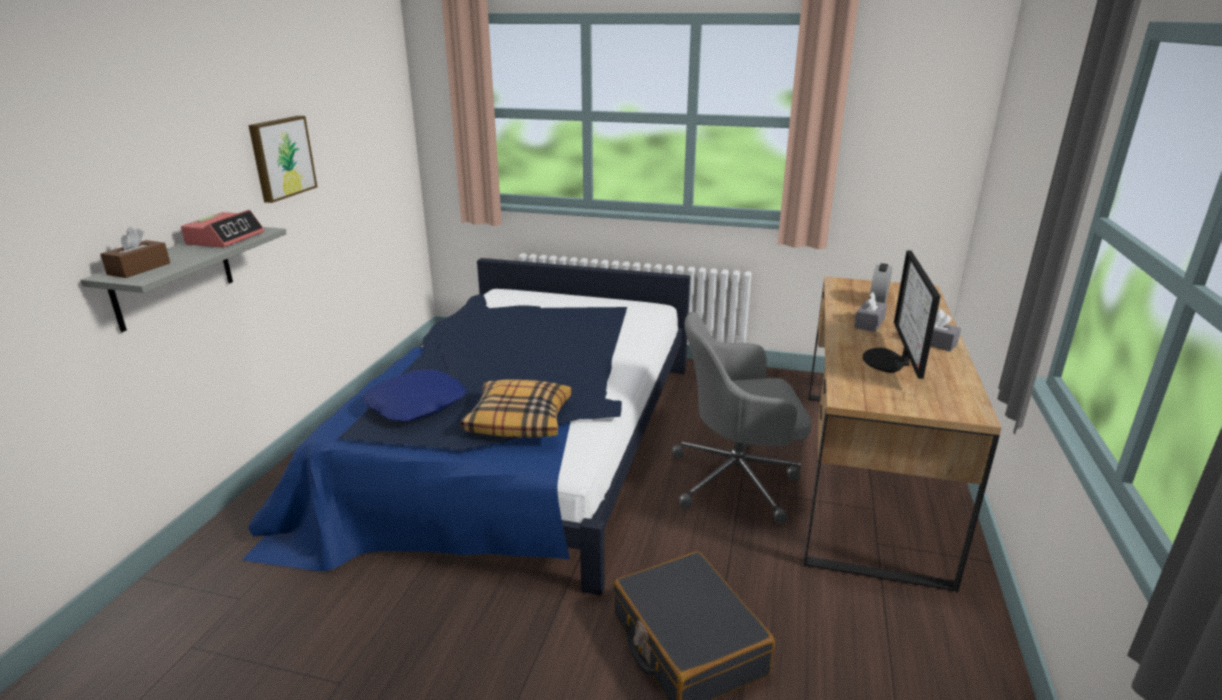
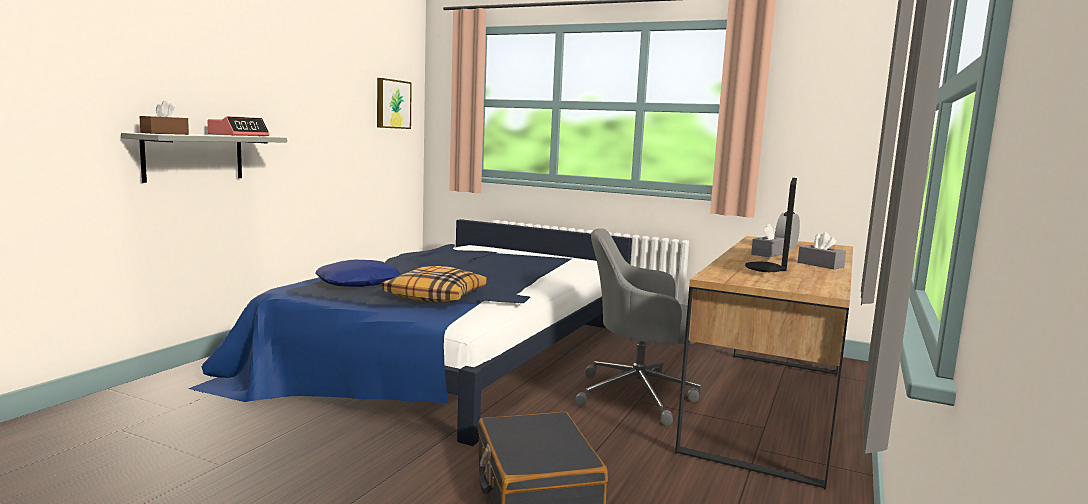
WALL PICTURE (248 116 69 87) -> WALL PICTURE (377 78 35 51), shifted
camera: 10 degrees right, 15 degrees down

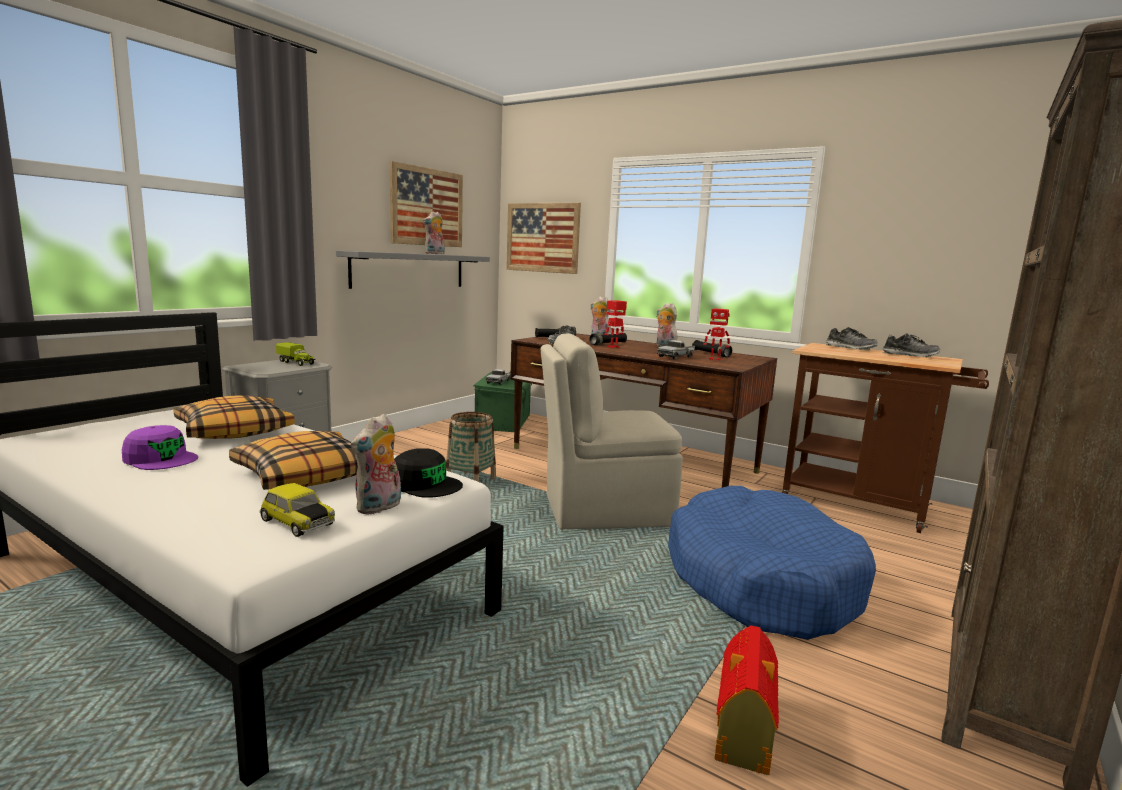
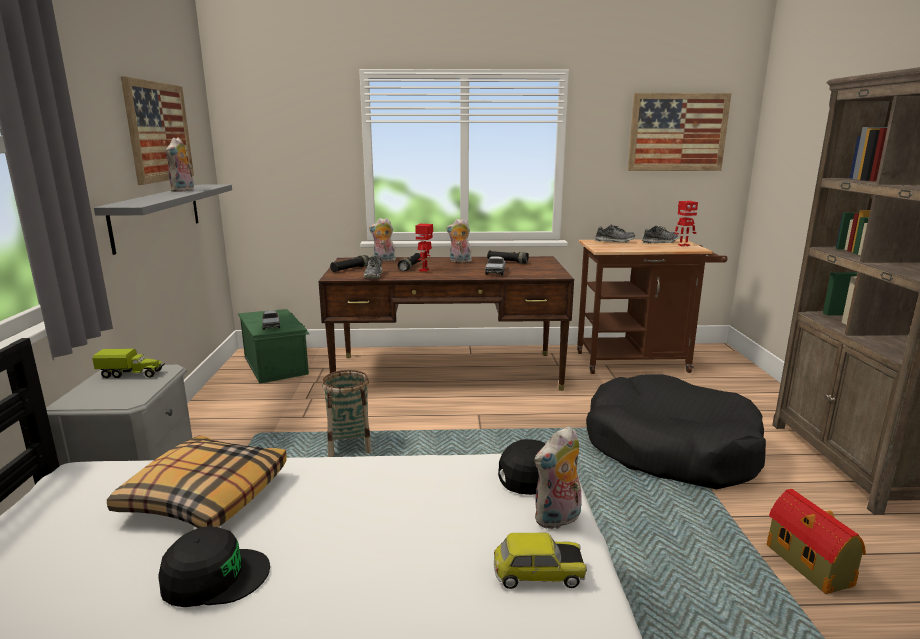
THROW PILLOW (229 431 128 59) -> none
BEIGE UPRIGHT CHAIR (541 333 142 196) -> none
WALL PICTURE (506 203 75 71) -> WALL PICTURE (628 93 103 78), shifted
MODEL ROBOT (703 308 27 53) -> MODEL ROBOT (675 201 23 45), shifted
PURPLE-COLOURED BASEBALL CAP (122 425 76 45) -> BLACK-COLOURED BASEBALL CAP (158 526 112 81)
BLUE-COLOURED DOG BED (668 486 208 154) -> BLACK-COLOURED DOG BED (586 374 180 115)
SOFT TOY (351 414 50 101) -> SOFT TOY (534 426 48 104), 60 degrees clockwise
camera: 35 degrees left, 5 degrees up

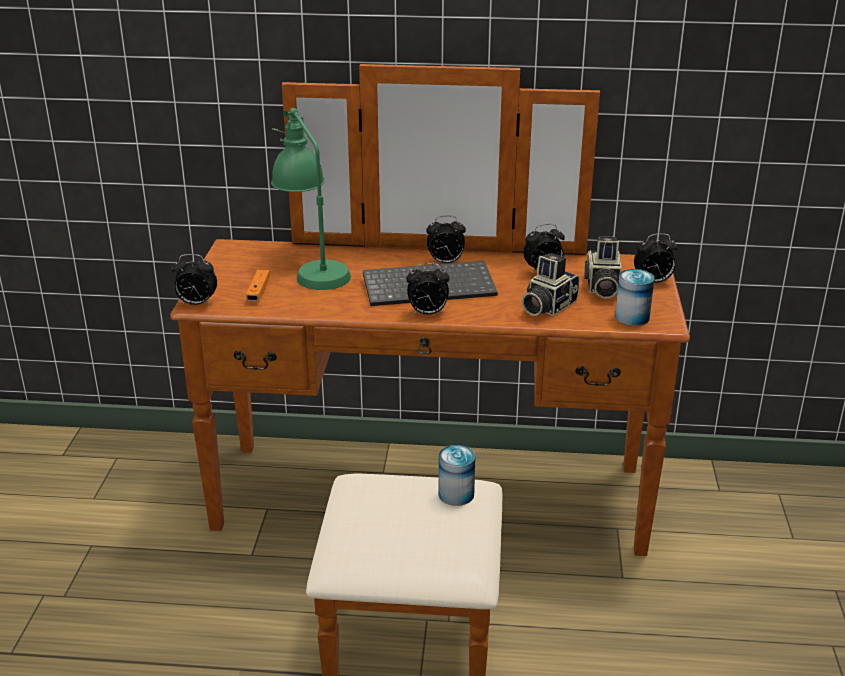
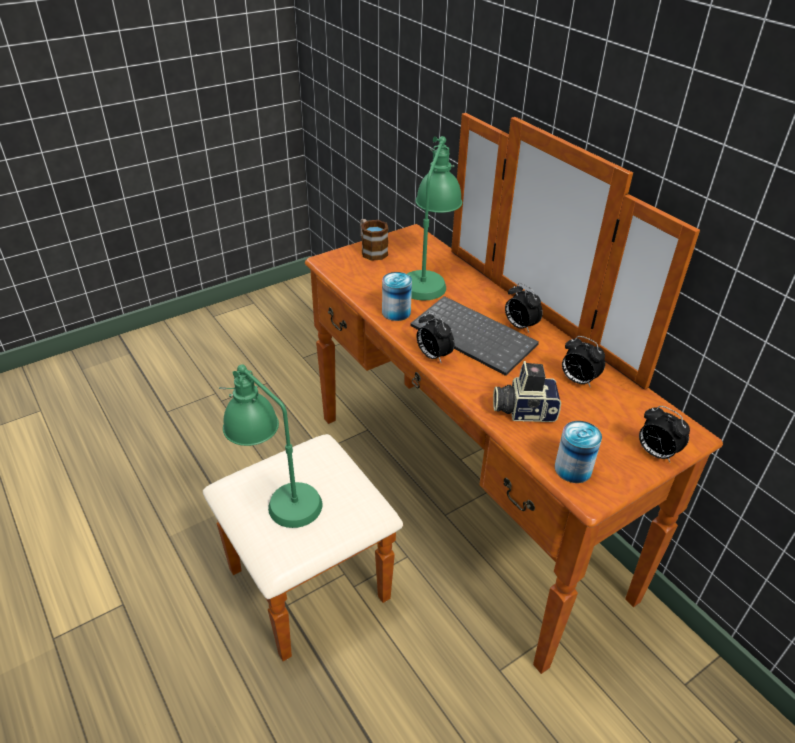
ALARM CLOCK (171 254 46 51) -> none
ORANGE GAMEPAD (246 270 24 31) -> none
PHOTO CAMERA (584 236 38 63) -> none
none -> GREEN TABLE LAMP (219 364 103 164)
none -> MUG (360 219 28 42)
SEALED CAN (438 445 38 61) -> SEALED CAN (382 272 30 49), shifted
camera: 50 degrees right, 10 degrees up

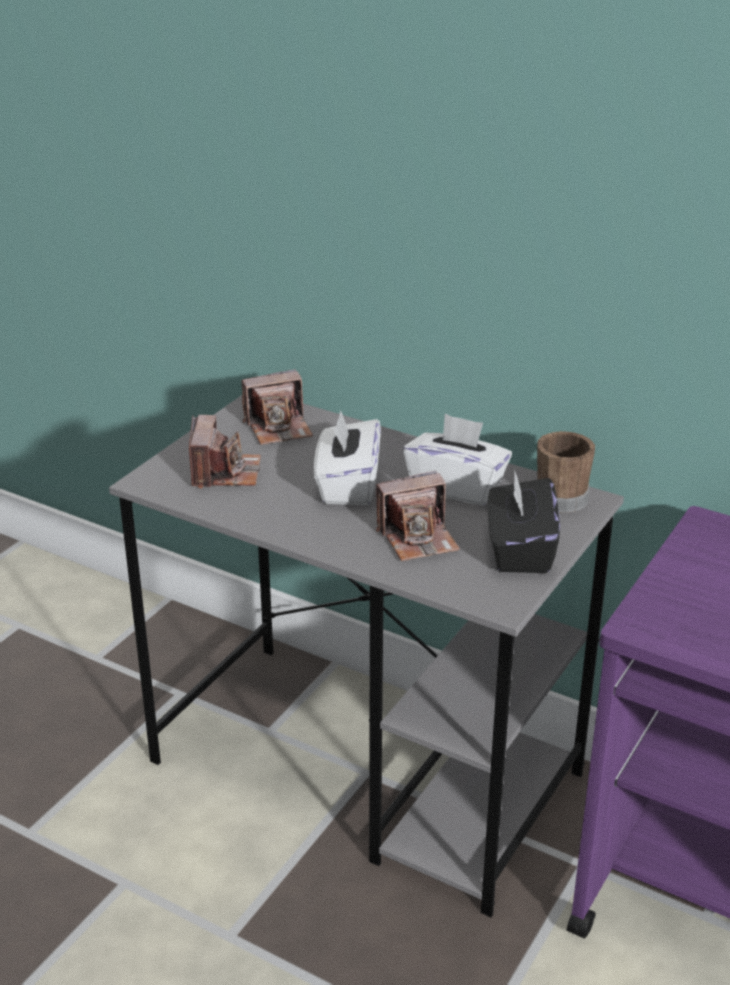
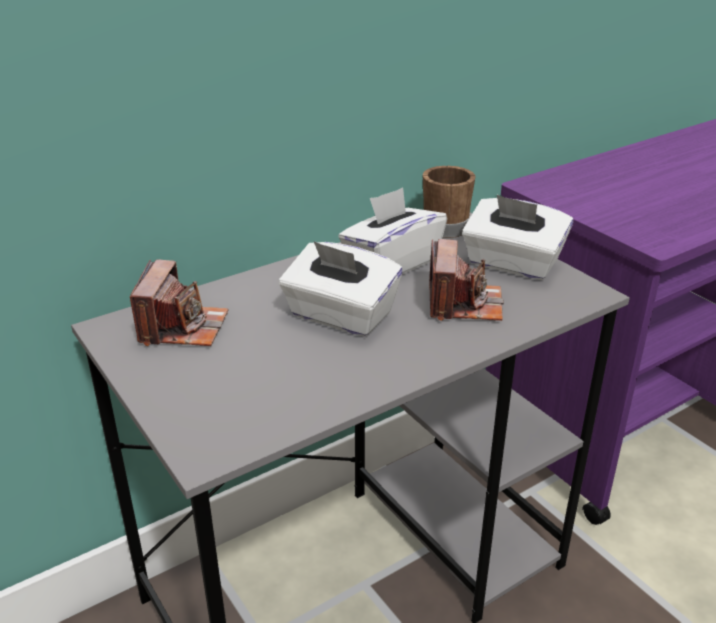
PHOTO CAMERA (189 415 72 74) -> none
BLACK-COLOURED TISSUE BOX (488 472 72 101) -> WHITISH TISSUE BOX (462 195 111 85)
camera: 65 degrees left, 0 degrees up

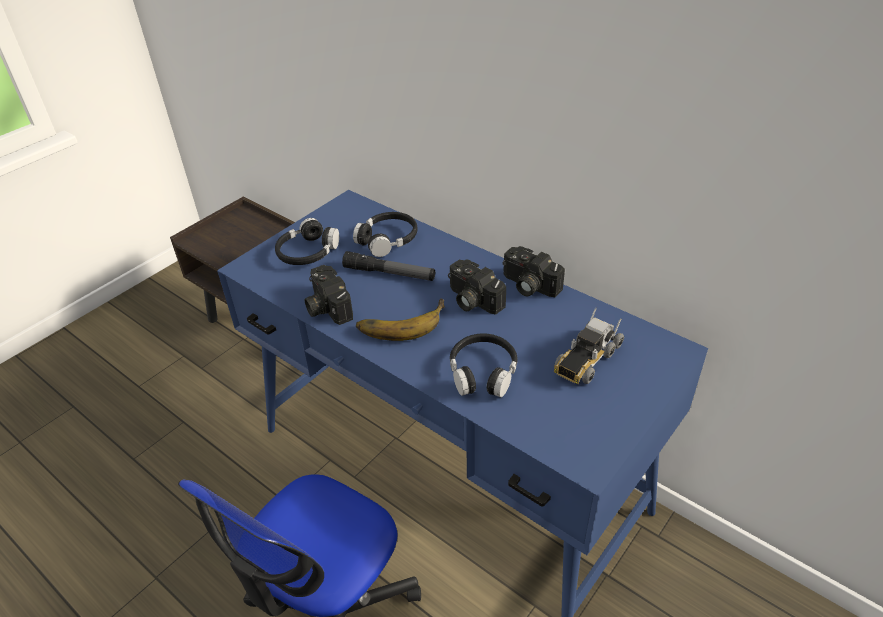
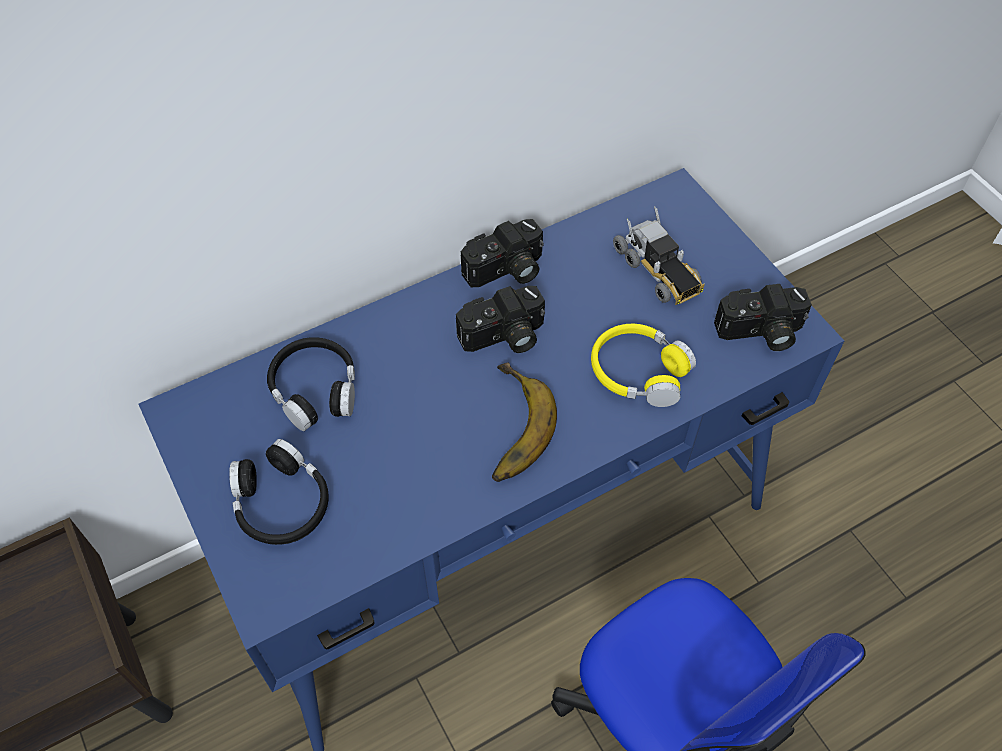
TORCH (342 251 93 30) -> none
PHOTO CAMERA (304 265 49 60) -> PHOTO CAMERA (714 284 98 67), shifted
BLACK-COLOURED HEADPHONES (450 334 68 63) -> YELLOW HEADPHONES (591 324 105 83)
camera: 70 degrees left, 15 degrees up

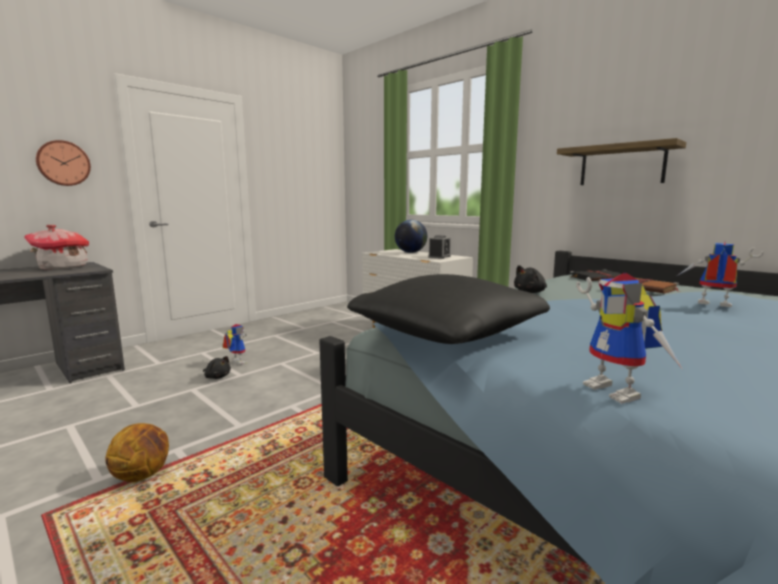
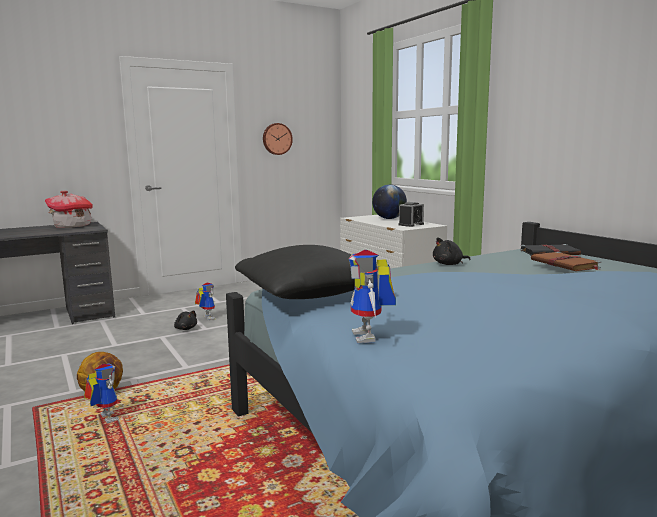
WALL SHELF (557 138 129 47) -> none
WALL CLOCK (36 140 55 46) -> WALL CLOCK (263 123 30 32), shifted
MODEL ROBOT (677 242 87 65) -> MODEL ROBOT (84 363 35 61), shifted
camera: 15 degrees right, 0 degrees up

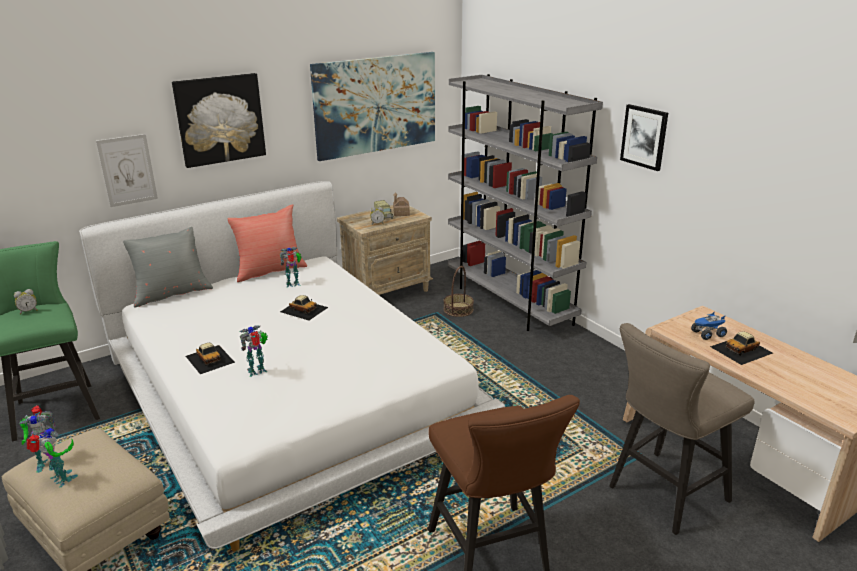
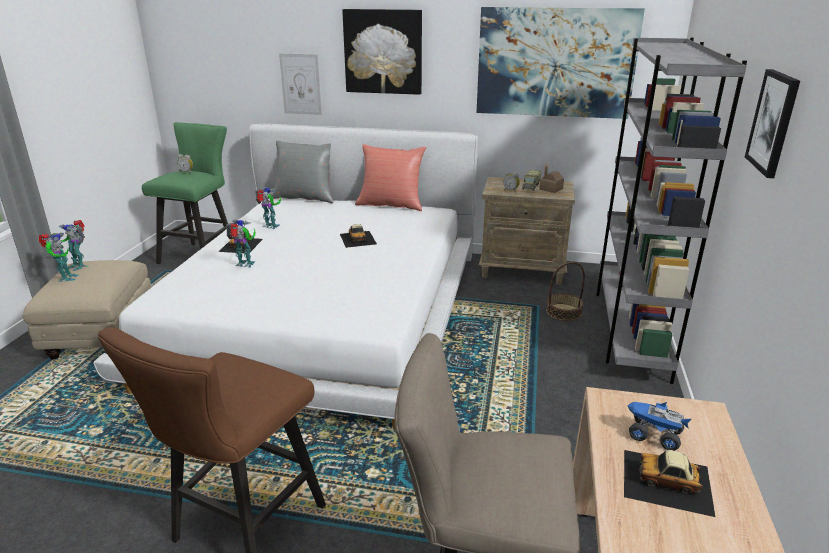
MODEL ROBOT (280 247 22 40) -> MODEL ROBOT (255 187 26 42), shifted
camera: 45 degrees right, 0 degrees up

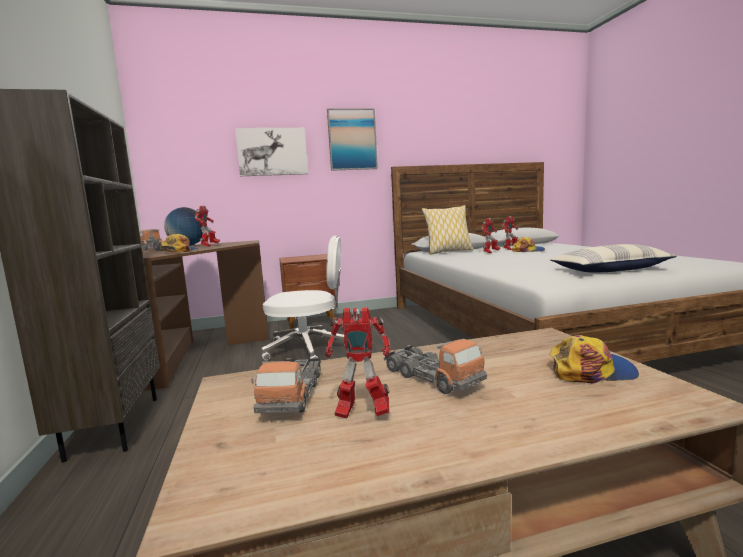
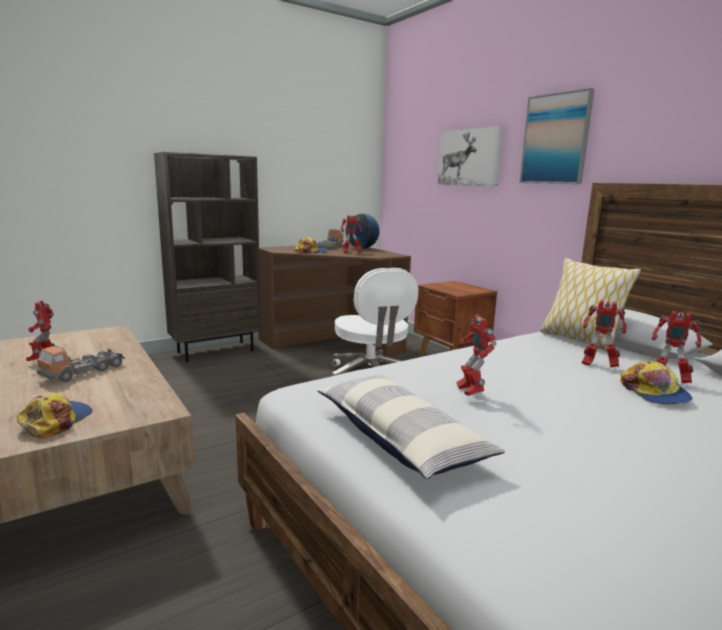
TOY LORRY (251 357 70 56) -> none
none -> MODEL ROBOT (457 315 40 81)
BASEBALL CAP (549 335 90 48) -> BASEBALL CAP (17 393 75 45), 150 degrees counterclockwise
camera: 70 degrees right, 5 degrees up

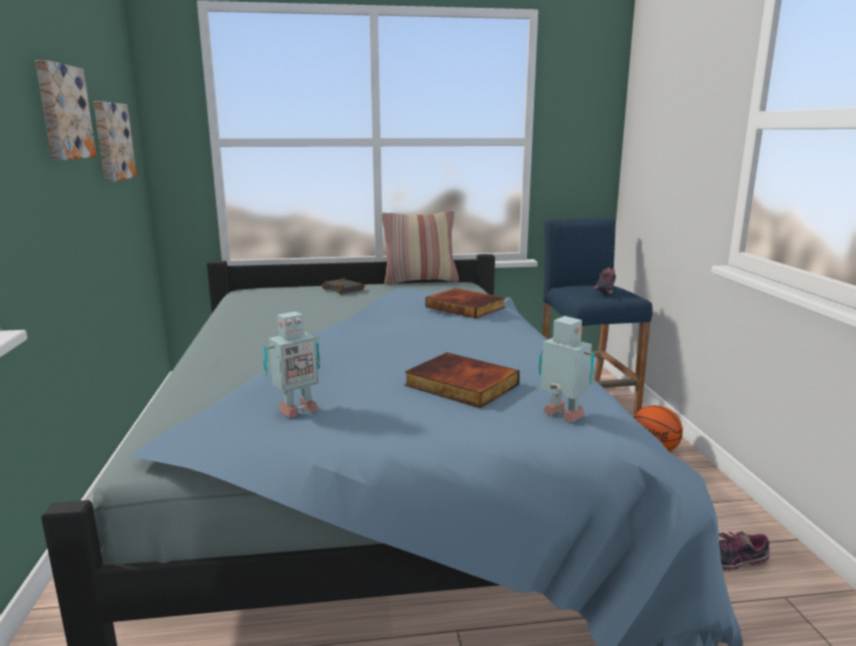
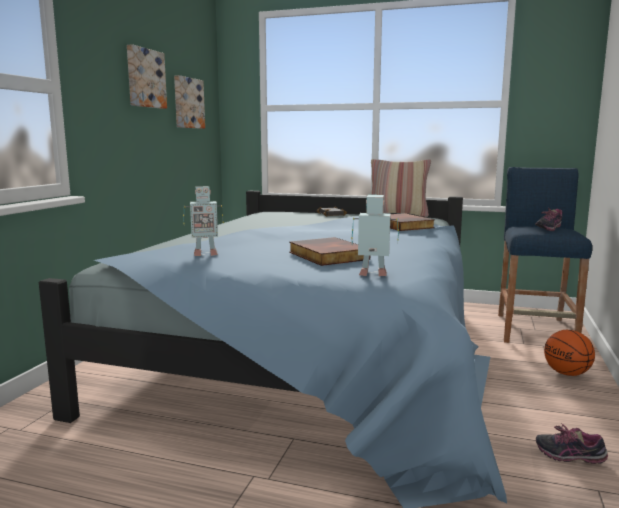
MODEL ROBOT (539 316 56 106) -> MODEL ROBOT (351 195 48 81), 60 degrees counterclockwise
camera: 25 degrees right, 5 degrees down

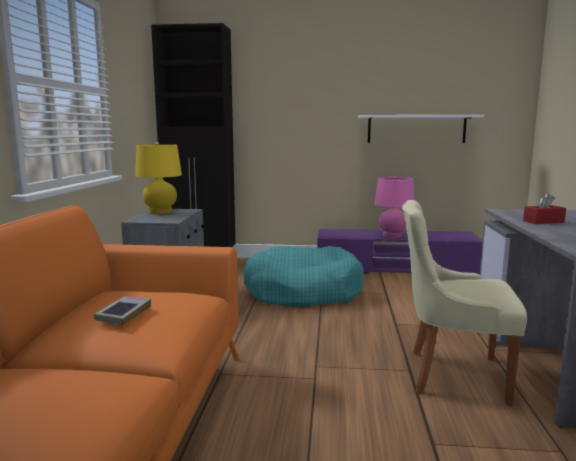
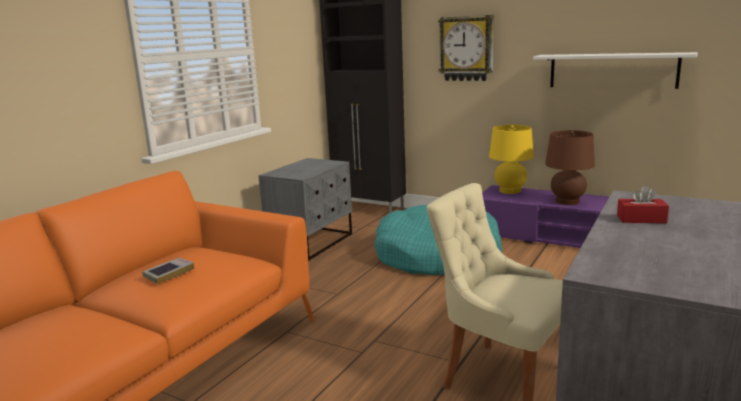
none -> WALL CLOCK (438 15 56 66)
YELLOW TABLE LAMP (135 142 47 72) -> YELLOW TABLE LAMP (489 125 45 69), shifted
PINKISH TABLE LAMP (374 176 40 62) -> BROWN TABLE LAMP (545 130 50 75)
camera: 25 degrees right, 5 degrees up

